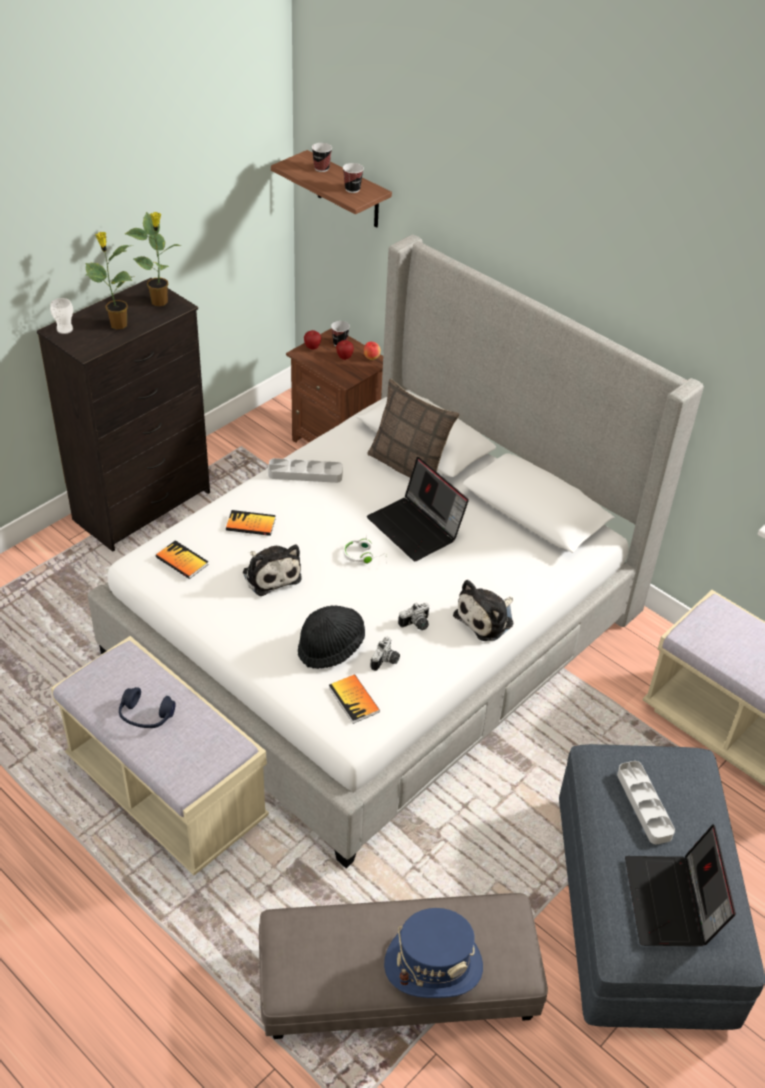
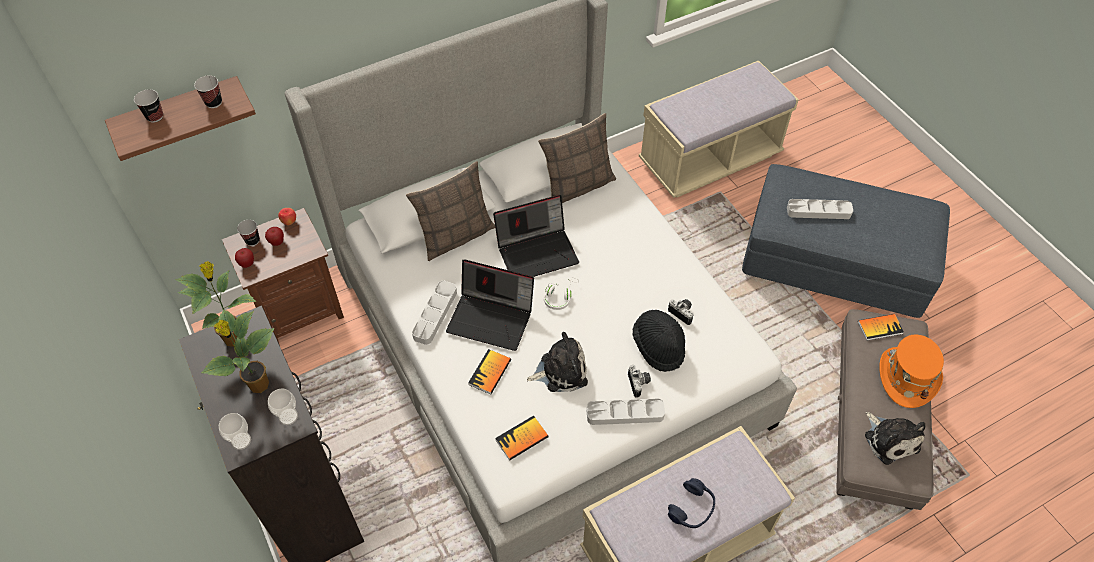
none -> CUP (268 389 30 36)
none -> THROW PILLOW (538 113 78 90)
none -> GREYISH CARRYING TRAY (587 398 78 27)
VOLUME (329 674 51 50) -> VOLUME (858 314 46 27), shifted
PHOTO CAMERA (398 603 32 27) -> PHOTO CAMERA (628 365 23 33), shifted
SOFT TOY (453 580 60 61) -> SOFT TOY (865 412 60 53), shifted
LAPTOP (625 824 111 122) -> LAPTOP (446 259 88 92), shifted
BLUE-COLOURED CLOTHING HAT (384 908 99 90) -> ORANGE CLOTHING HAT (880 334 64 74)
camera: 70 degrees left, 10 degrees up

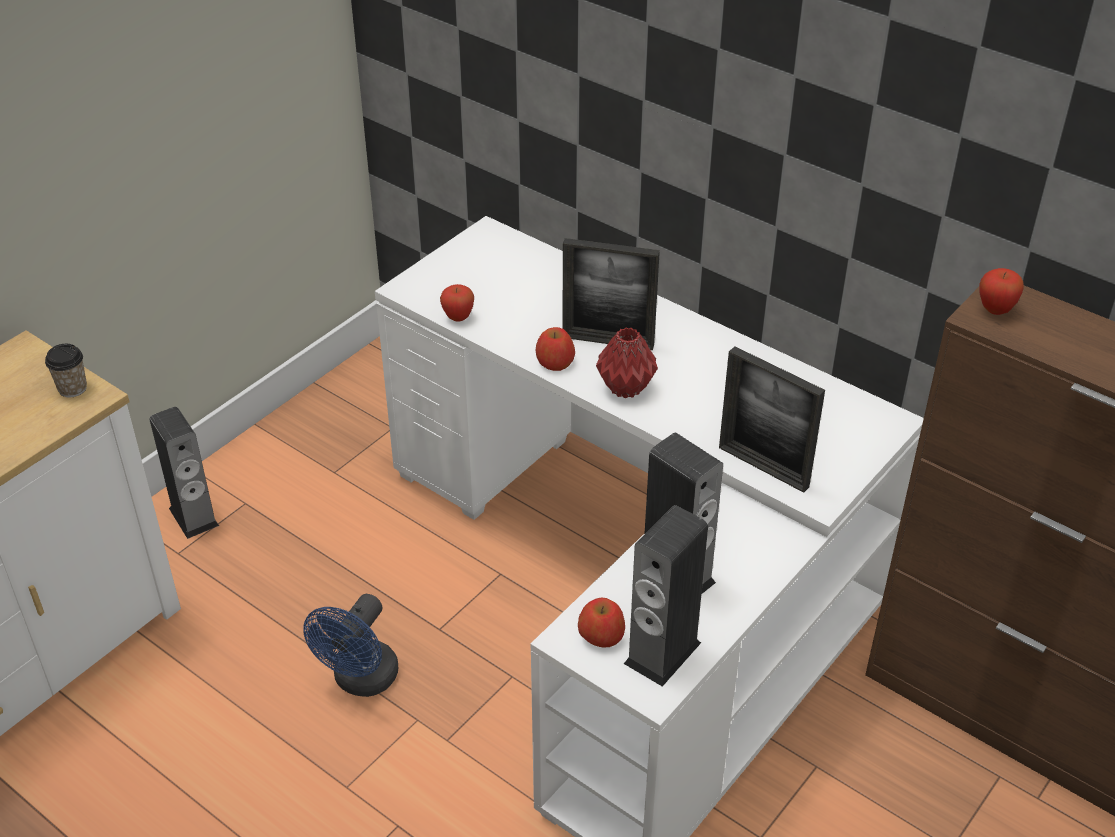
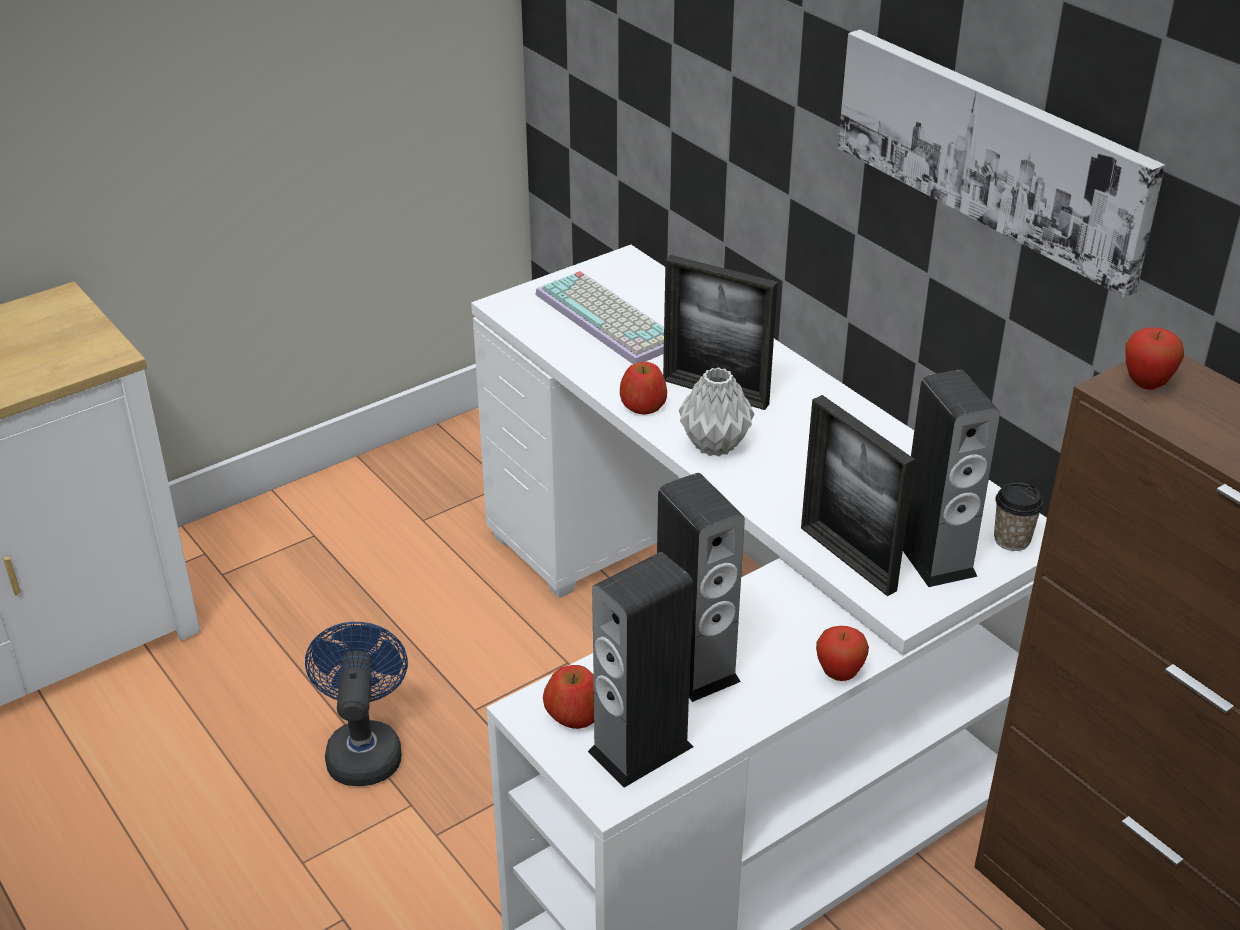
none -> COMPUTER KEYBOARD (535 271 129 93)
none -> WALL PICTURE (838 30 327 268)
CUP (45 344 42 53) -> CUP (994 482 50 69), shifted
LOUDSPEAKER (149 407 70 132) -> LOUDSPEAKER (903 369 97 218), shifted
WHOLE APPLE (440 284 34 38) -> WHOLE APPLE (816 626 53 55), shifted
REDDISH DECORATIVE VASE (596 327 62 71) -> GREYISH DECORATIVE VASE (679 367 75 90)
BLUE-COLOURED COOLING FAN (303 594 95 103) -> BLUE-COLOURED COOLING FAN (305 622 103 164), 135 degrees clockwise
camera: 15 degrees right, 5 degrees down

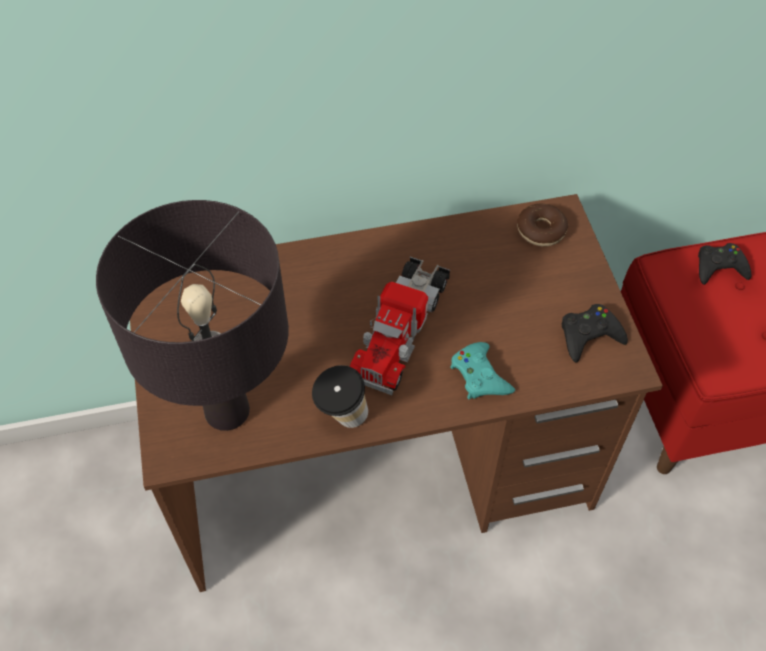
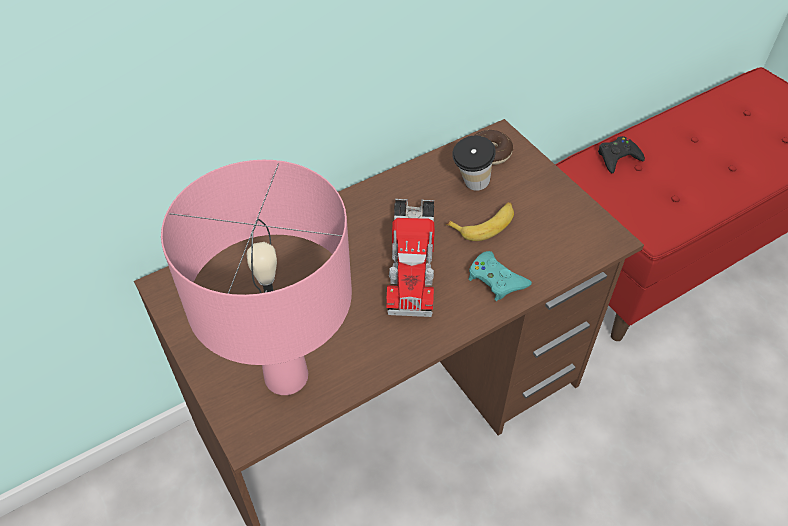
BLACK-COLOURED GAMEPAD (562 304 66 58) -> none
none -> BANANA (446 202 68 39)
CUP (312 365 56 63) -> CUP (452 135 44 56), shifted
BLACK-COLOURED TABLE LAMP (96 200 193 231) -> PINKISH TABLE LAMP (161 160 191 235)
camera: 20 degrees left, 5 degrees down

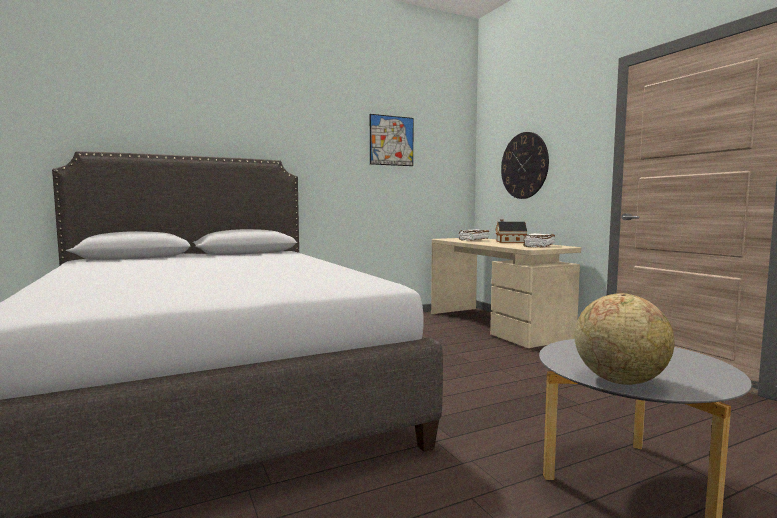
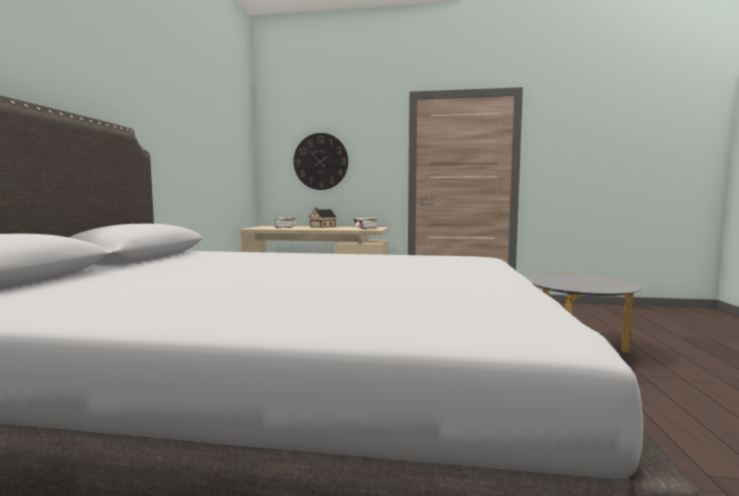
WALL PICTURE (370 114 44 52) -> none
GLOBE (574 293 101 92) -> none
camera: 55 degrees left, 0 degrees up

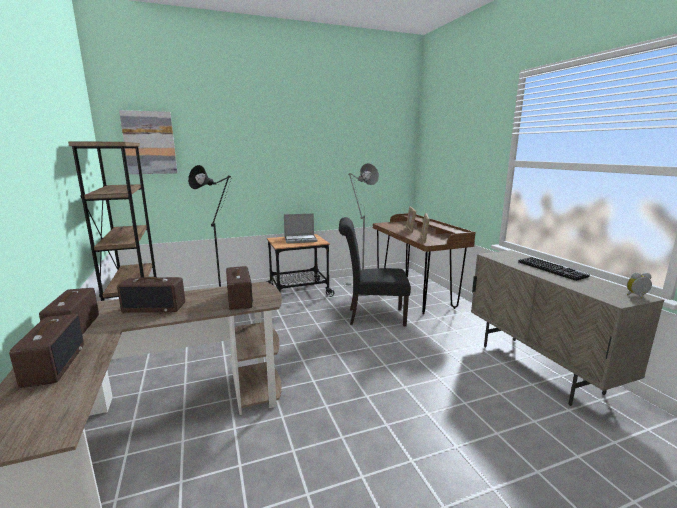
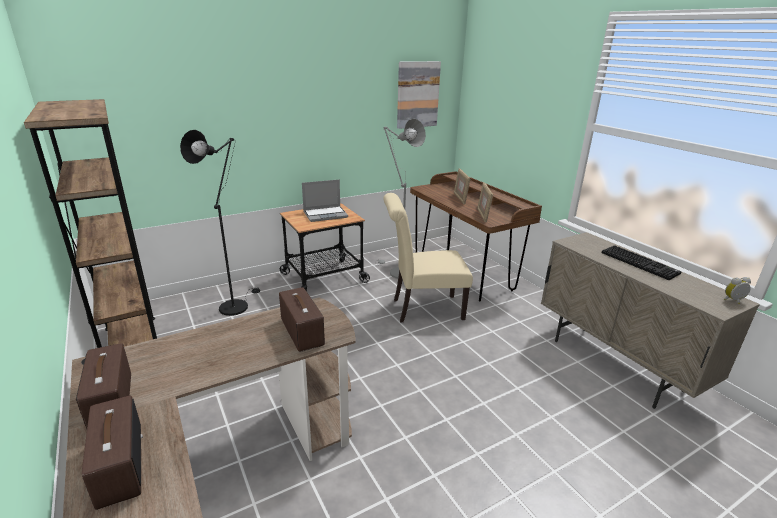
RADIO (117 277 68 36) -> none
WALL PICTURE (119 110 59 64) -> WALL PICTURE (397 61 44 68), shifted
BLACK-COLOURED UPRIGHT CHAIR (339 217 72 109) -> BEIGE UPRIGHT CHAIR (383 193 90 130)
camera: 10 degrees left, 10 degrees up

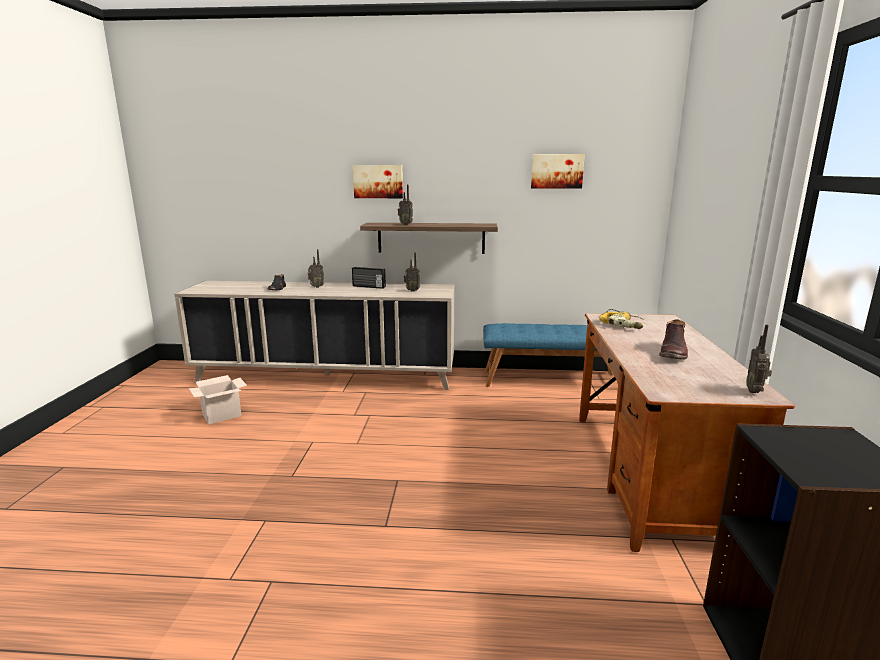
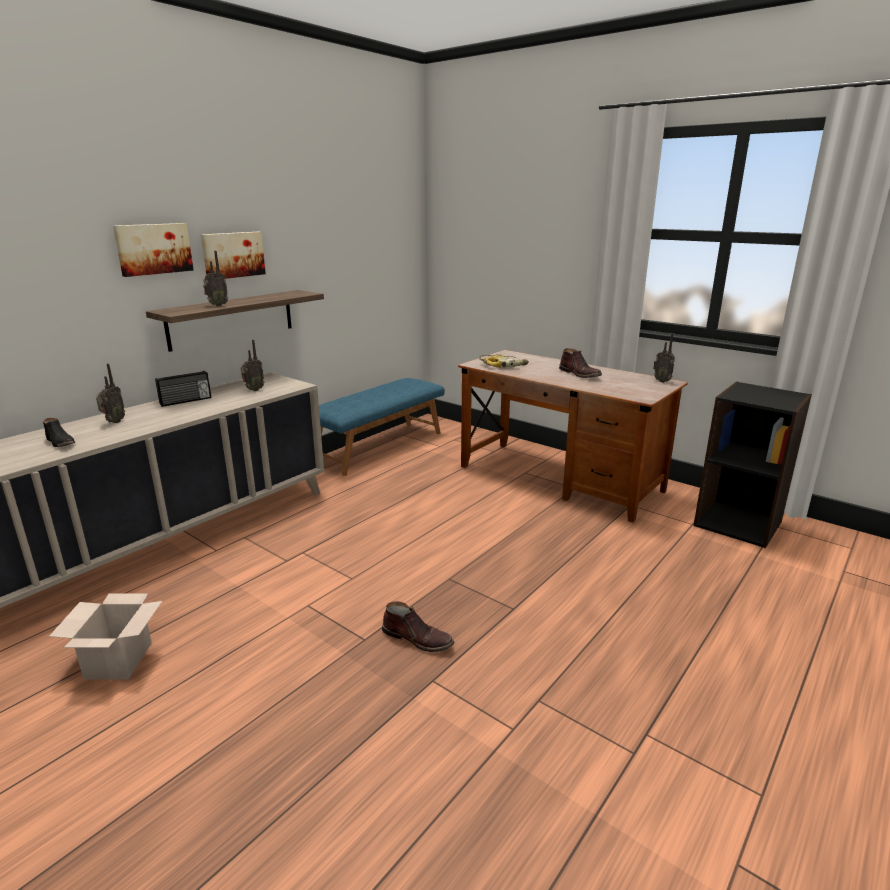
none -> BROWN HIGH-TOP BOOT (382 601 72 51)
WALL PICTURE (531 154 54 35) -> WALL PICTURE (201 232 65 47), shifted
camera: 55 degrees left, 5 degrees up

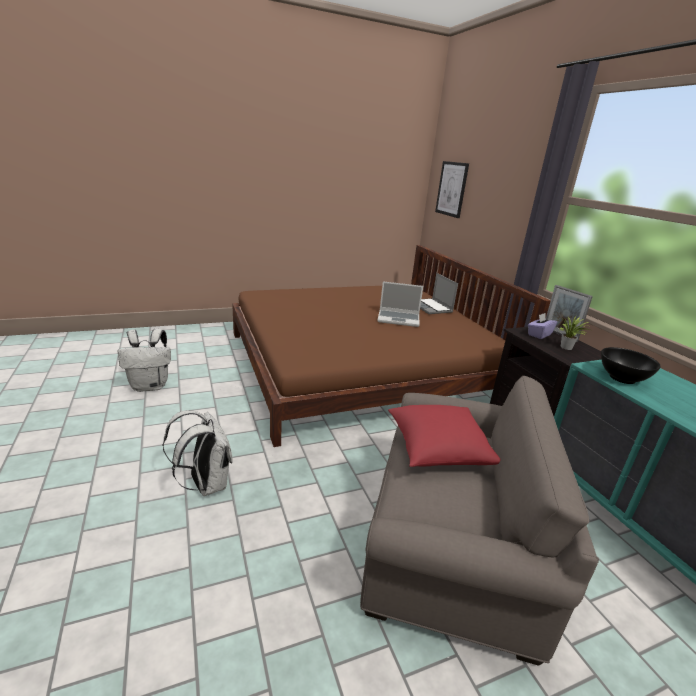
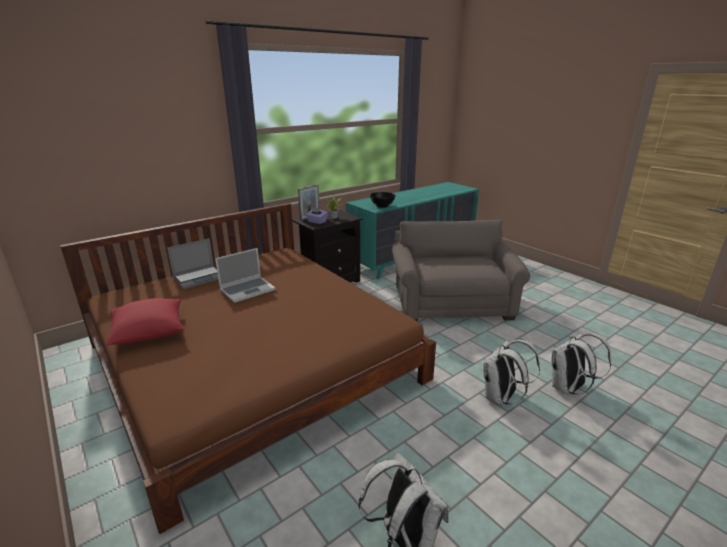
WALL PICTURE (435 161 34 57) -> none
none -> WHITISH BACKPACK (551 333 60 62)
REDDISH THROW PILLOW (388 405 113 62) -> REDDISH THROW PILLOW (105 298 80 48), shifted
LAPTOP (377 282 46 45) -> LAPTOP (215 248 61 55), 60 degrees clockwise
camera: 105 degrees left, 0 degrees up

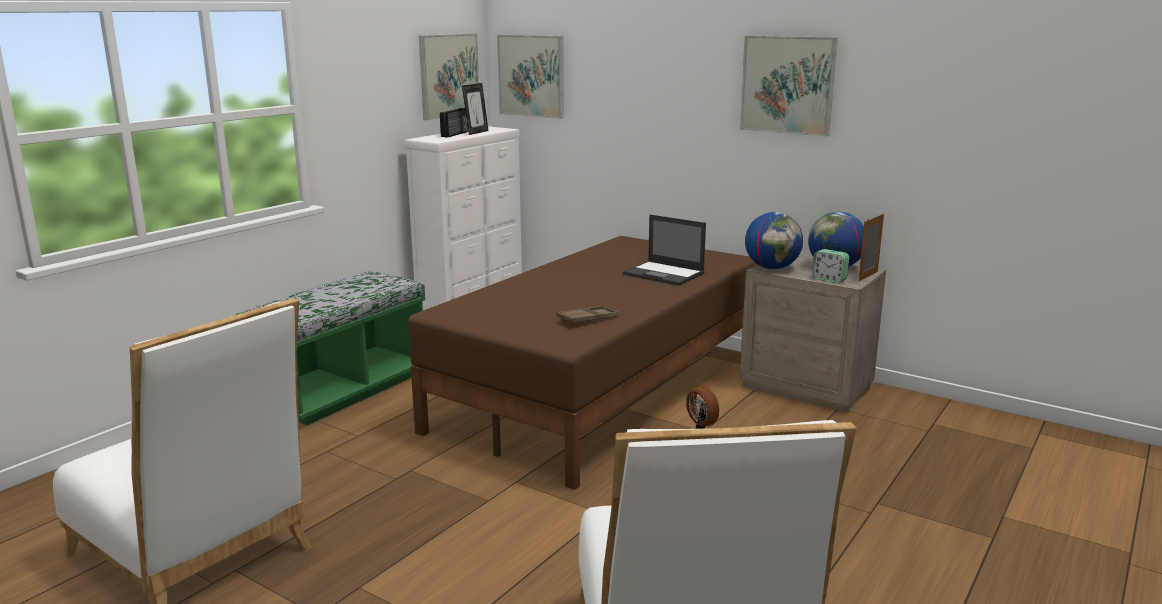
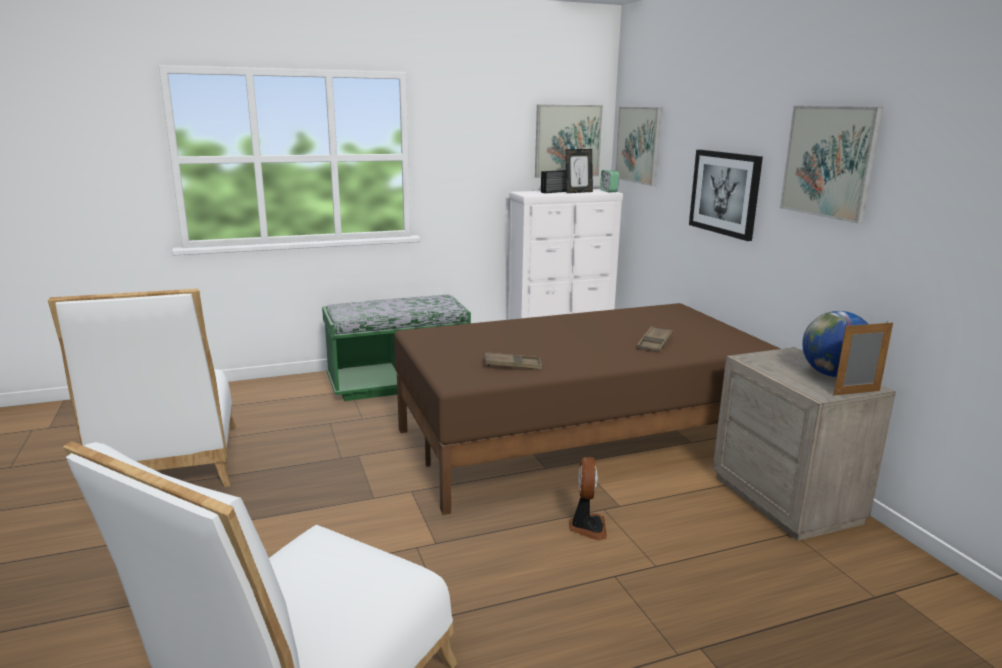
GLOBE (745 212 58 57) -> none
none -> WALL PICTURE (689 150 74 91)
ALARM CLOCK (812 249 37 34) -> ALARM CLOCK (600 170 19 22), shifted
LAPTOP (623 215 83 71) -> BROWN CARRYING TRAY (637 326 36 27)
camera: 35 degrees right, 0 degrees up

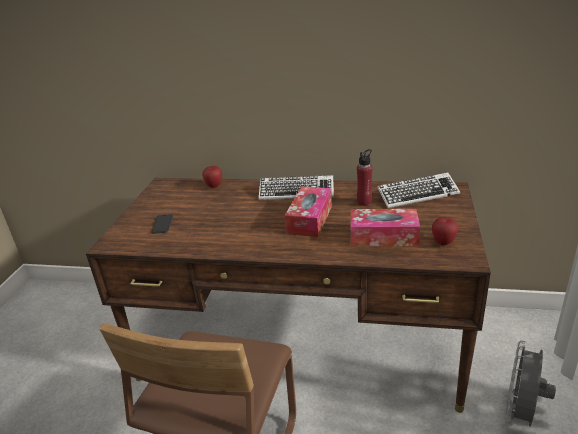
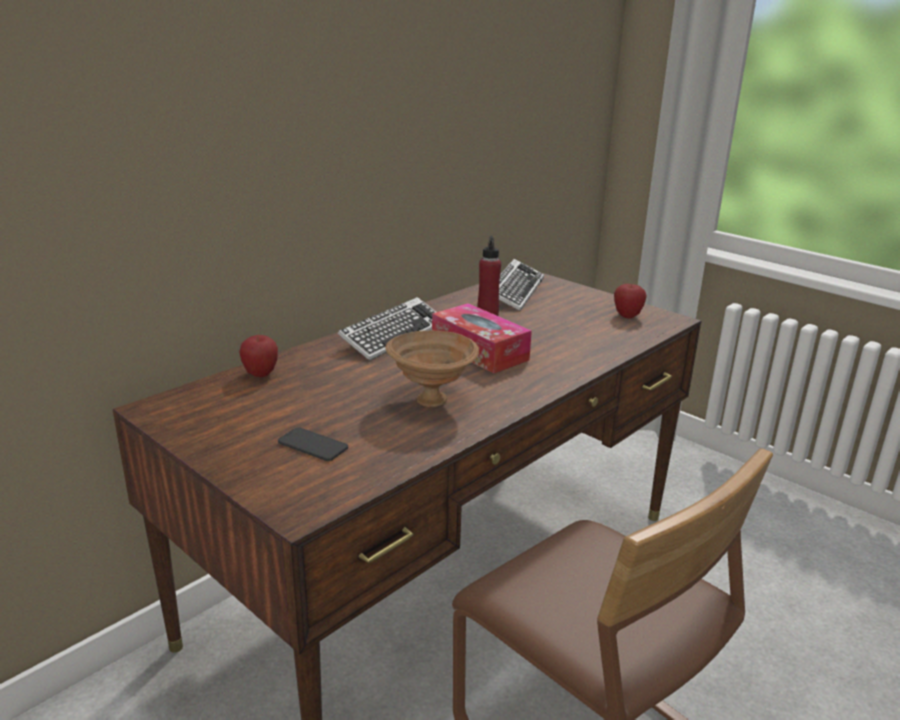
TISSUE BOX (351 209 69 37) -> none
GREYISH COOLING FAN (505 341 51 86) -> none
none -> BROWN BOWL (386 331 93 76)
camera: 60 degrees left, 5 degrees down

